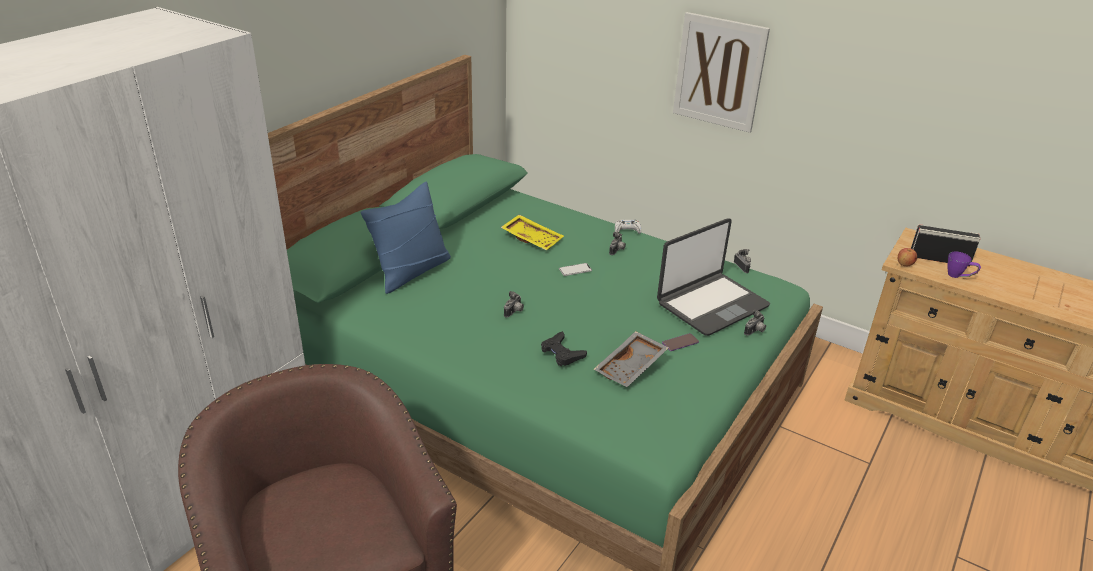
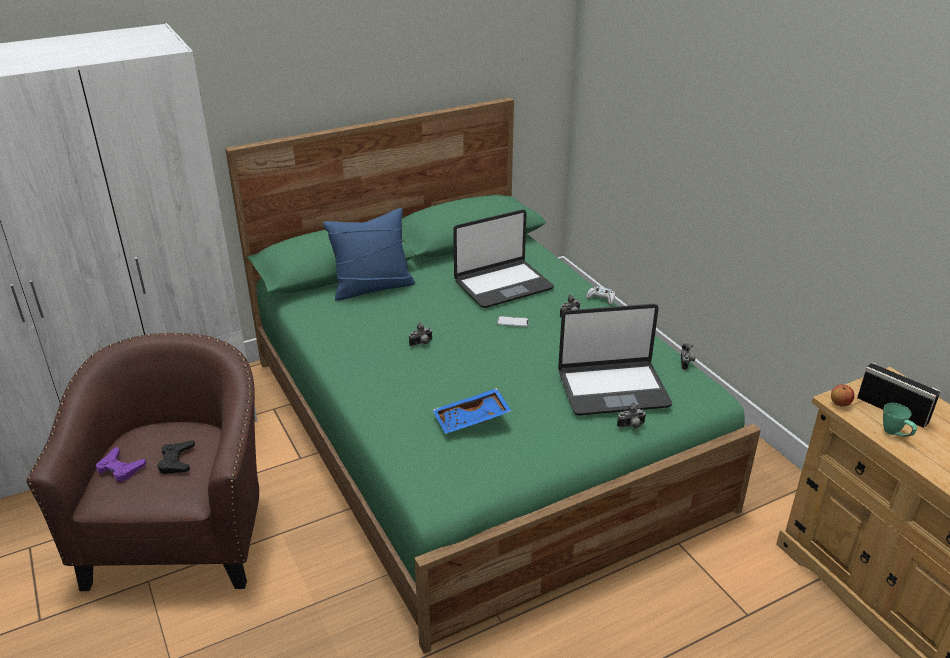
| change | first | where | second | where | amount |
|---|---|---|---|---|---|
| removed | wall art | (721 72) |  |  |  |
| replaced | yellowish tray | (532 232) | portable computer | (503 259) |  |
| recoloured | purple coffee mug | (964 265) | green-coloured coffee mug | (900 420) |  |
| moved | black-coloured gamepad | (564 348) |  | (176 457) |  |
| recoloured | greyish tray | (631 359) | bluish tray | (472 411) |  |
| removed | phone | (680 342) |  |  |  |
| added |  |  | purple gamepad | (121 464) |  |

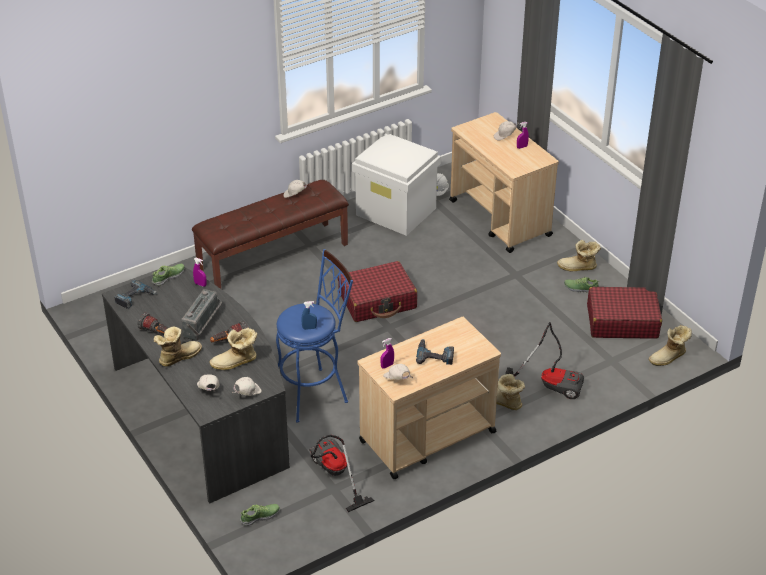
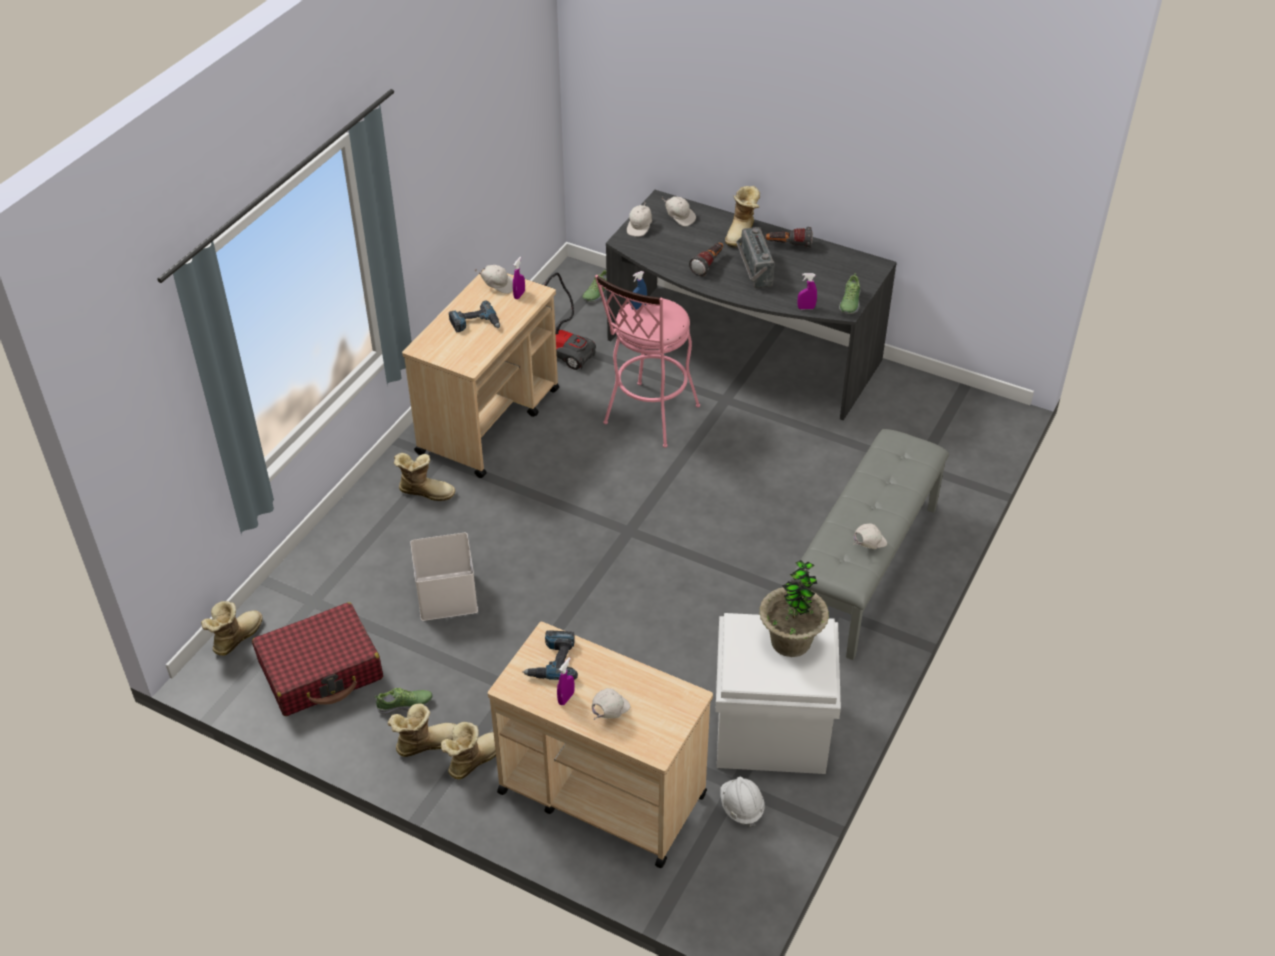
| change | first | where | second | where | amount |
|---|---|---|---|---|---|
| recoloured | brownish long seat | (270 234) | greyish long seat | (870 544) |  |
| recoloured | bluish sitting stool | (314 336) | pink-coloured sitting stool | (647 361) |  |
| removed | red piece of luggage | (377 291) |  |  |  |
| moved | power drill | (136 294) |  | (550 655) |  |
| removed | vacuum | (544 360) |  |  |  |
| moved | boot | (233 349) |  | (468 750) |  |
| added |  |  | white-coloured storage container | (444 577) |  |
| added |  |  | houseplant | (794 608) |  |

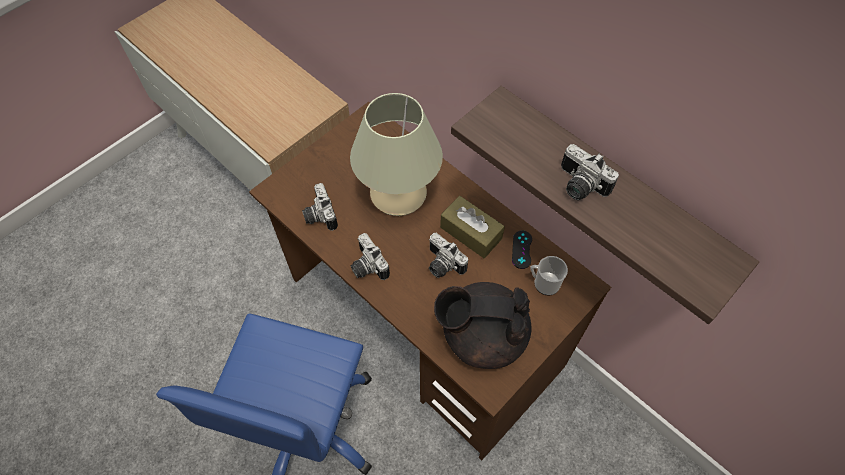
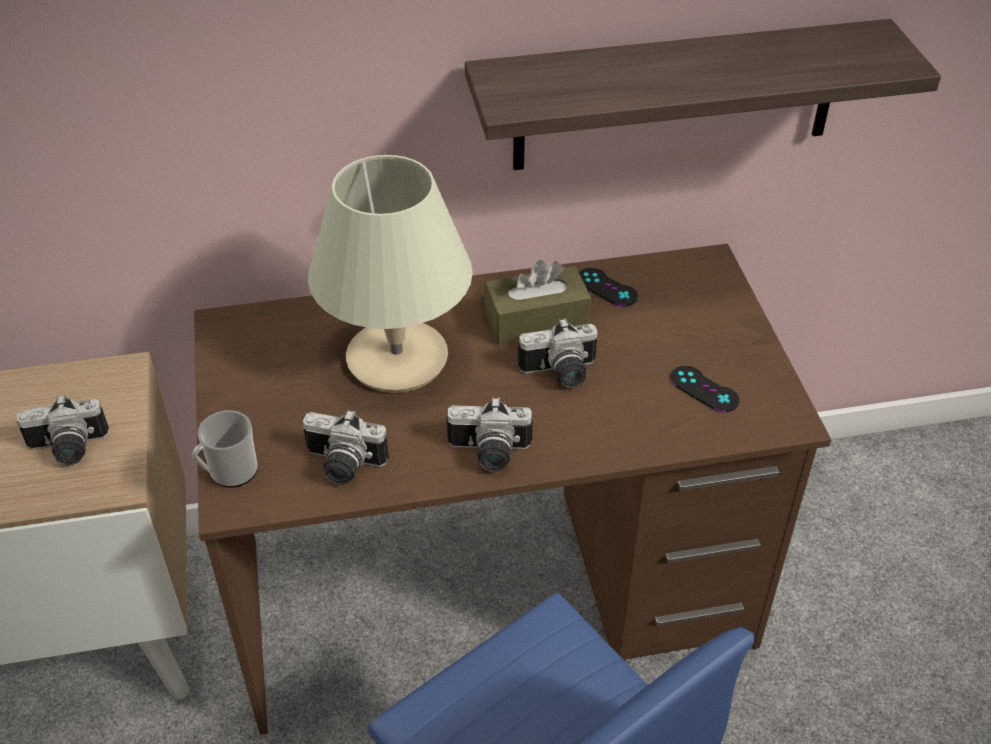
| change | first | where | second | where | amount |
|---|---|---|---|---|---|
| moved | photo camera | (590 172) |  | (63 429) |  |
| moved | coffee mug | (549 275) |  | (225 449) |  |
| replaced | black-coloured pot for tea | (483 325) | black-coloured gamepad | (704 389) |  |

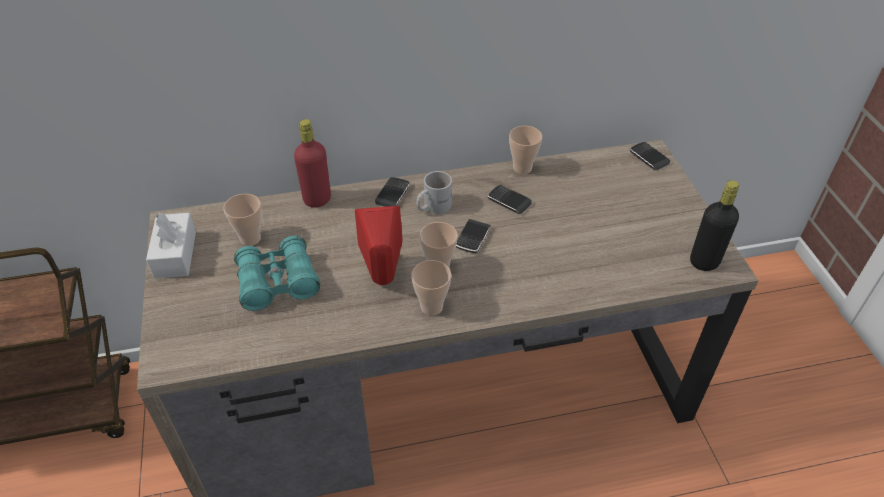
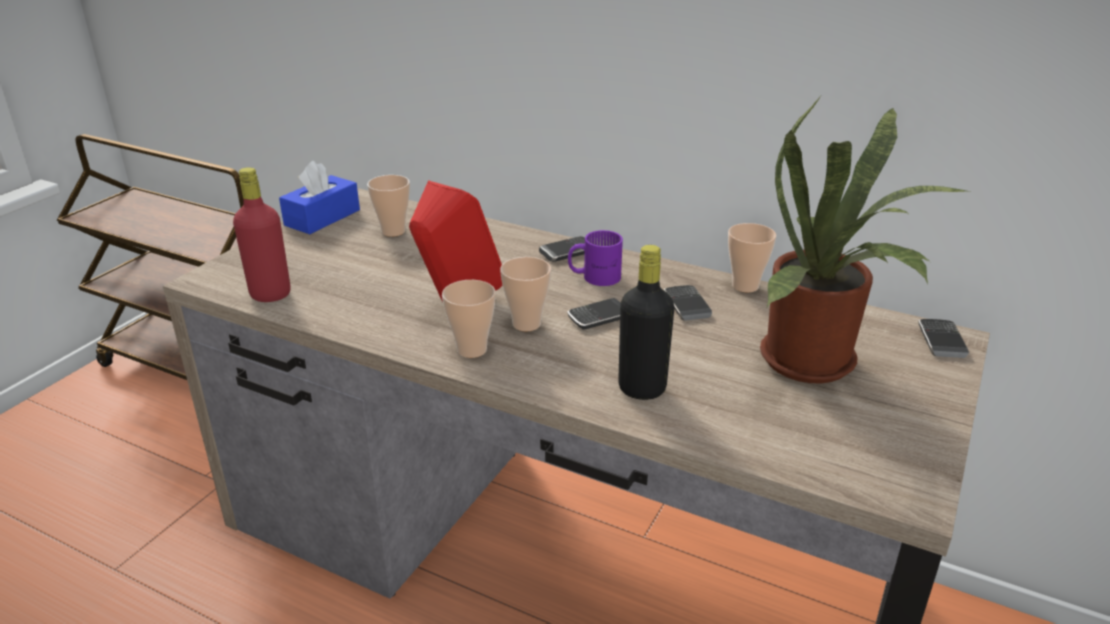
| change | first | where | second | where | amount |
|---|---|---|---|---|---|
| moved | red beverage bottle | (312 163) |  | (262 234) |  |
| recoloured | white-coloured coffee mug | (434 192) | purple coffee mug | (595 258) |  |
| moved | black-coloured beverage bottle | (714 225) |  | (646 322) |  |
| recoloured | white-coloured tissue holder | (171 245) | bluish tissue holder | (319 197) |  |
| removed | turquoise pair of binoculars | (277 273) |  |  |  |
| added |  |  | houseplant | (865 240) |  |

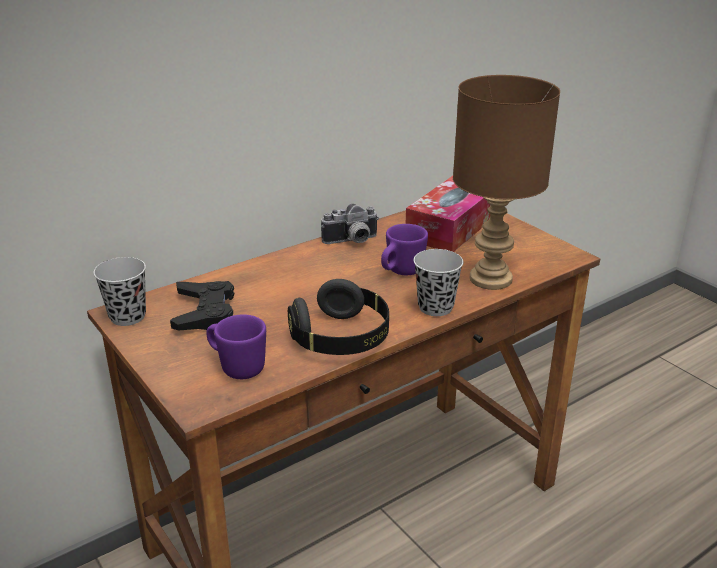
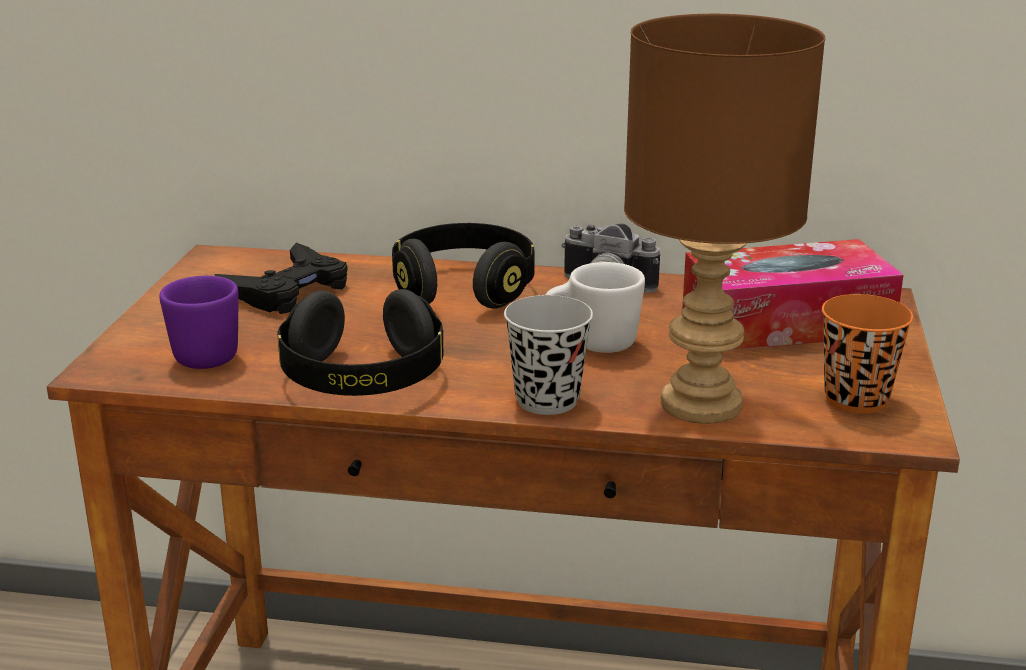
| change | first | where | second | where | amount |
|---|---|---|---|---|---|
| recoloured | purple coffee mug | (404 249) | white-coloured coffee mug | (595 307) |  |
| removed | black-coloured cup | (119 291) |  |  |  |
| added |  |  | black-coloured pair of headphones | (463 266) |  |
| added |  |  | orange cup | (867 354) |  |

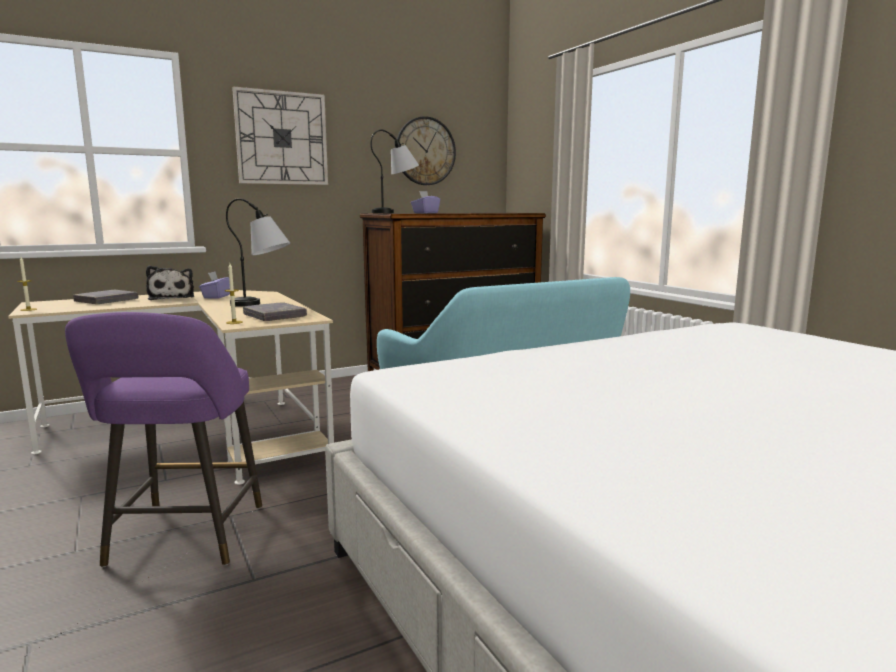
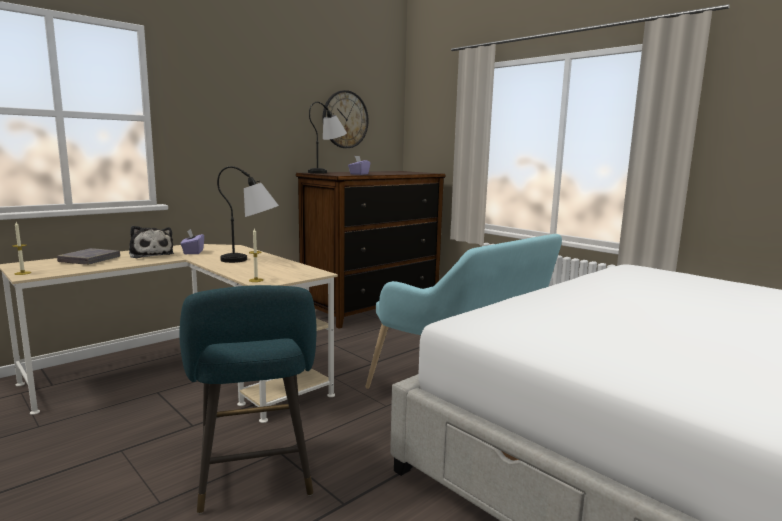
| change | first | where | second | where | amount |
|---|---|---|---|---|---|
| removed | wall clock | (280 135) |  |  |  |
| removed | greyish volume | (275 311) |  |  |  |
| recoloured | purple sitting stool | (163 439) | turquoise sitting stool | (248 399) |  |

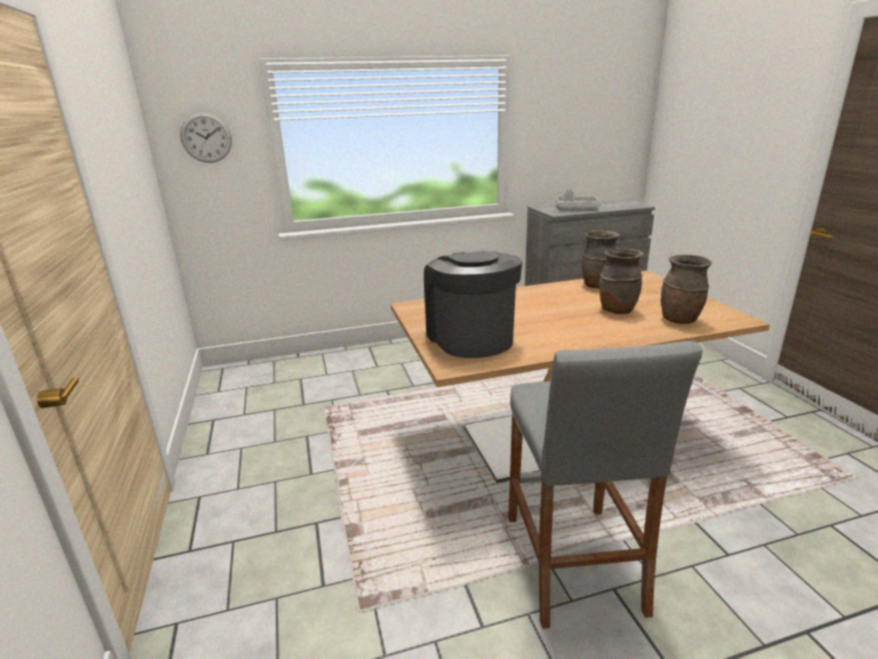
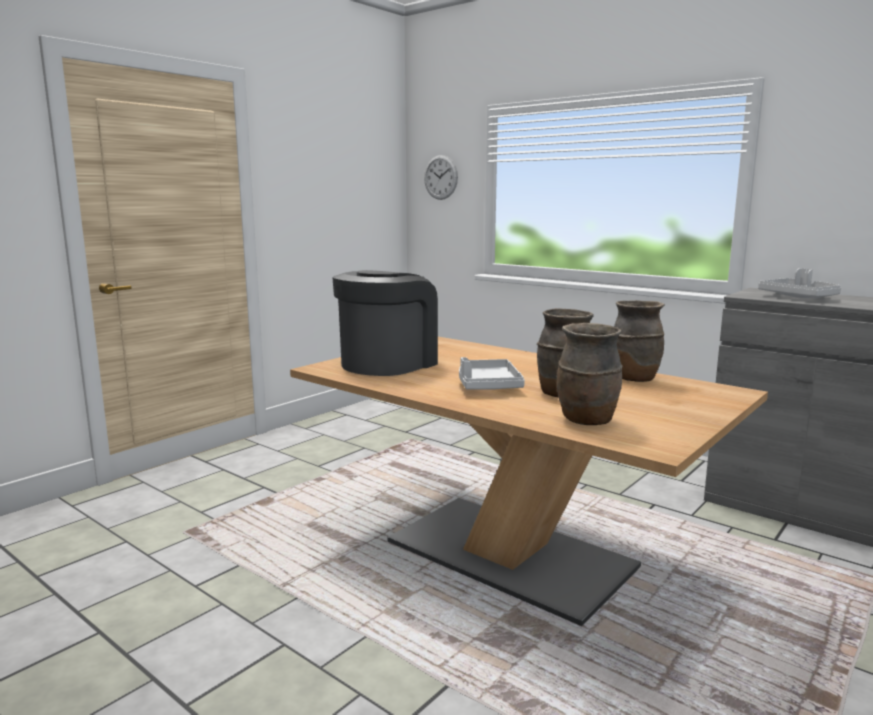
| change | first | where | second | where | amount |
|---|---|---|---|---|---|
| removed | greyish sitting stool | (605 485) |  |  |  |
| added |  |  | greyish tray | (492 373) |  |

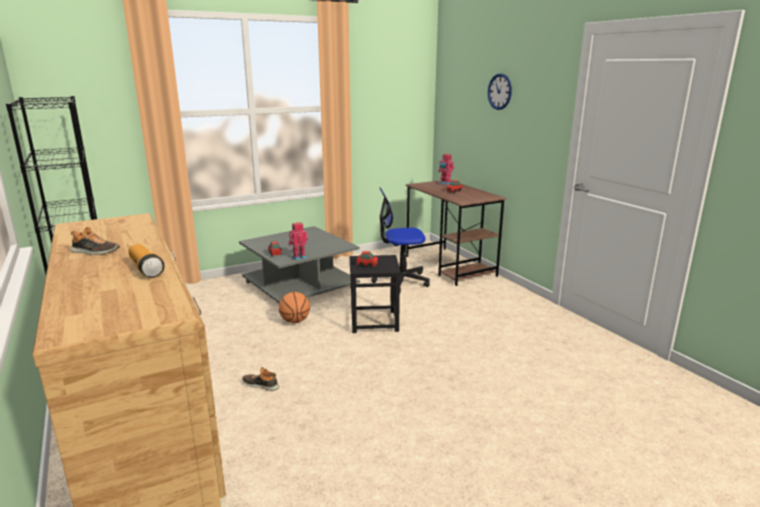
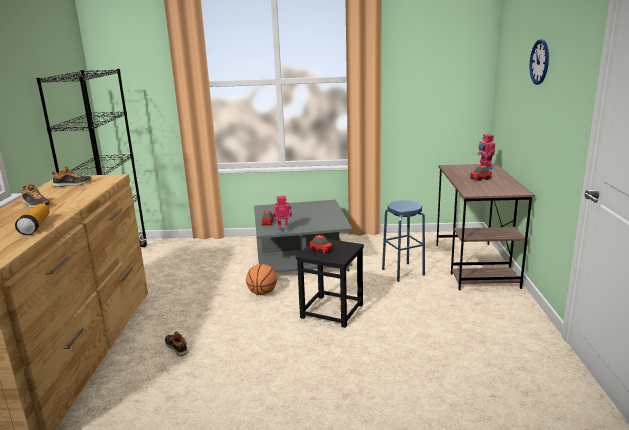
| change | first | where | second | where | amount |
|---|---|---|---|---|---|
| replaced | desk chair | (400 239) | bluish sitting stool | (403 241) |  |
| added |  |  | low shoe | (72 176) |  |

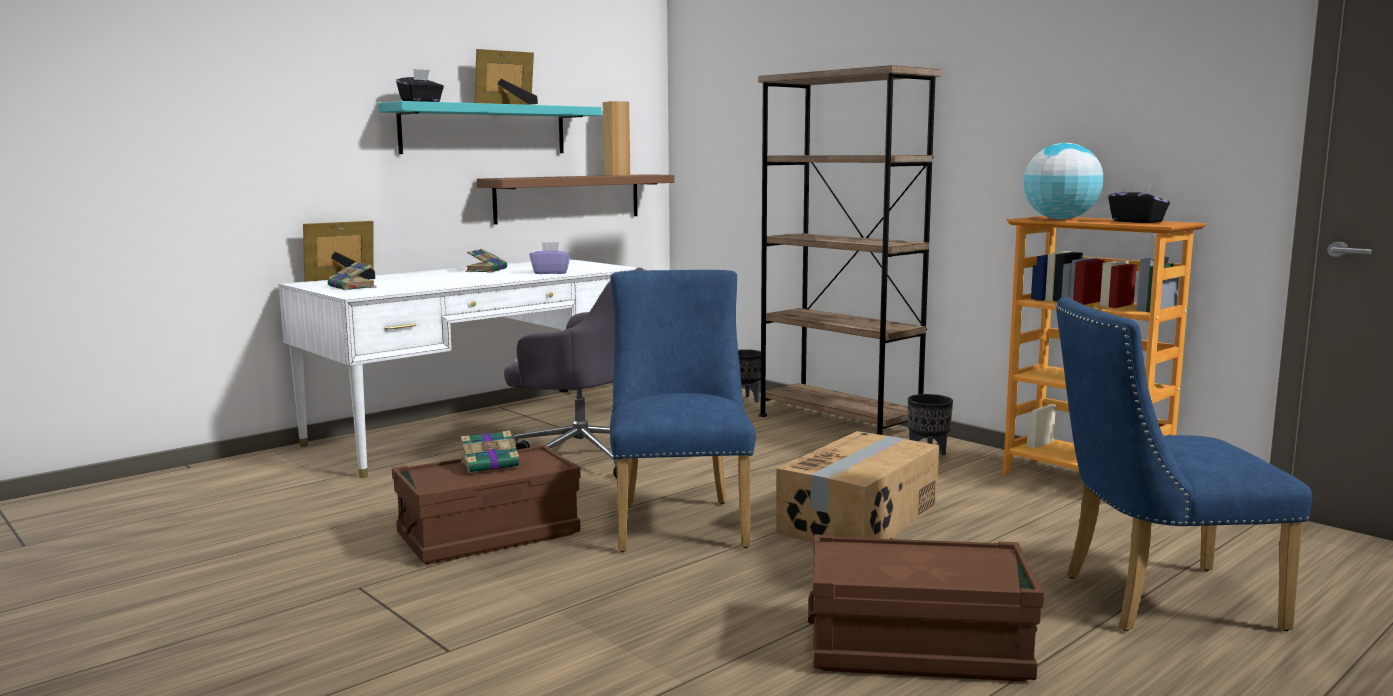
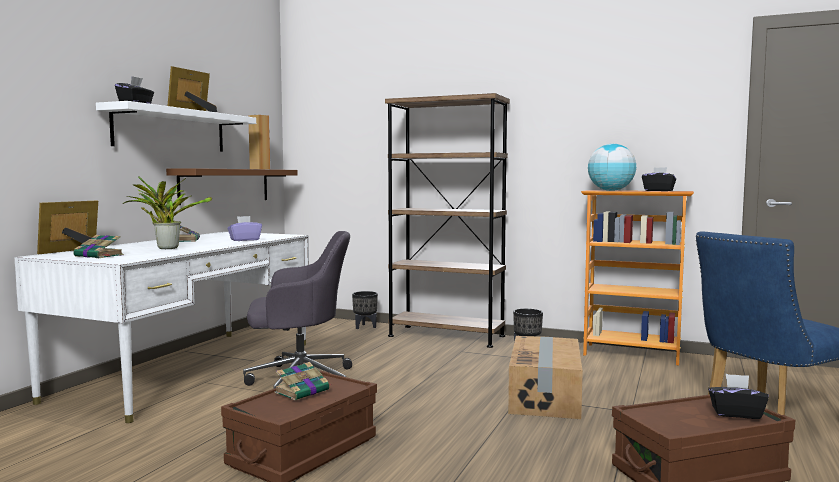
| change | first | where | second | where | amount |
|---|---|---|---|---|---|
| recoloured | turquoise bracket shelf | (490 127) | white-coloured bracket shelf | (176 126) |  |
| removed | bluish chair | (682 411) |  |  |  |
| added |  |  | houseplant | (167 213) |  |
| added |  |  | black-coloured tissue holder | (738 396) |  |

